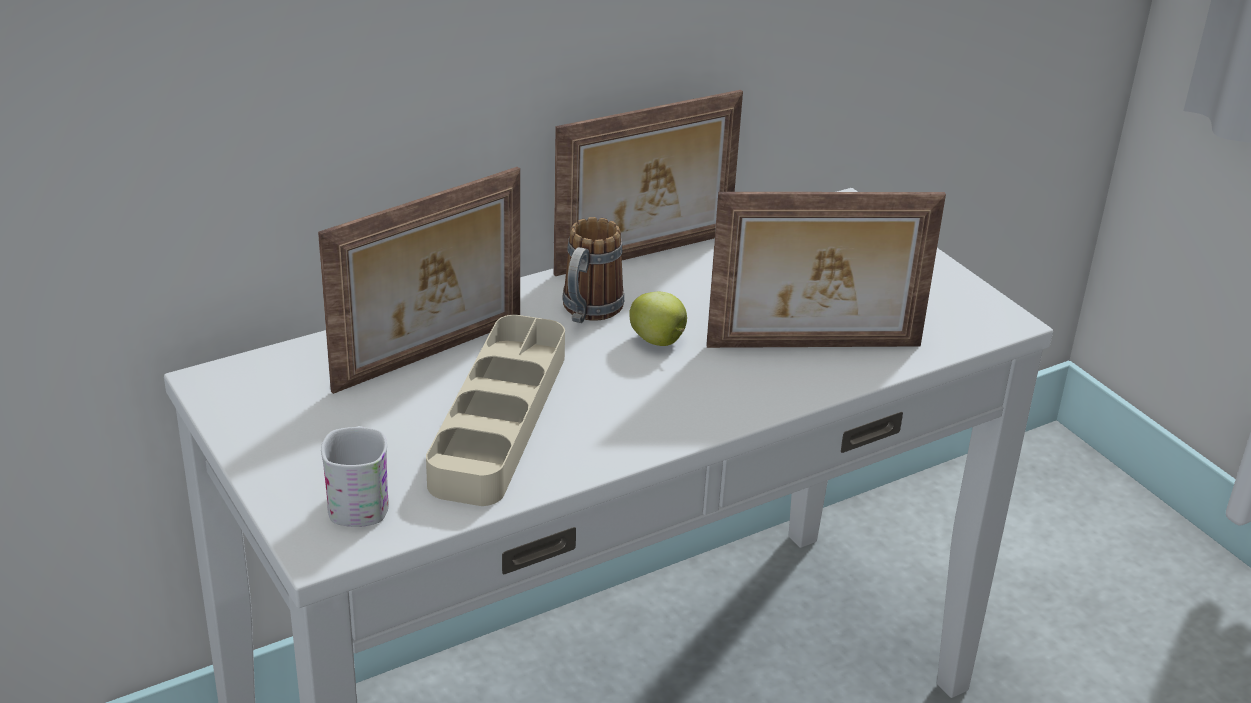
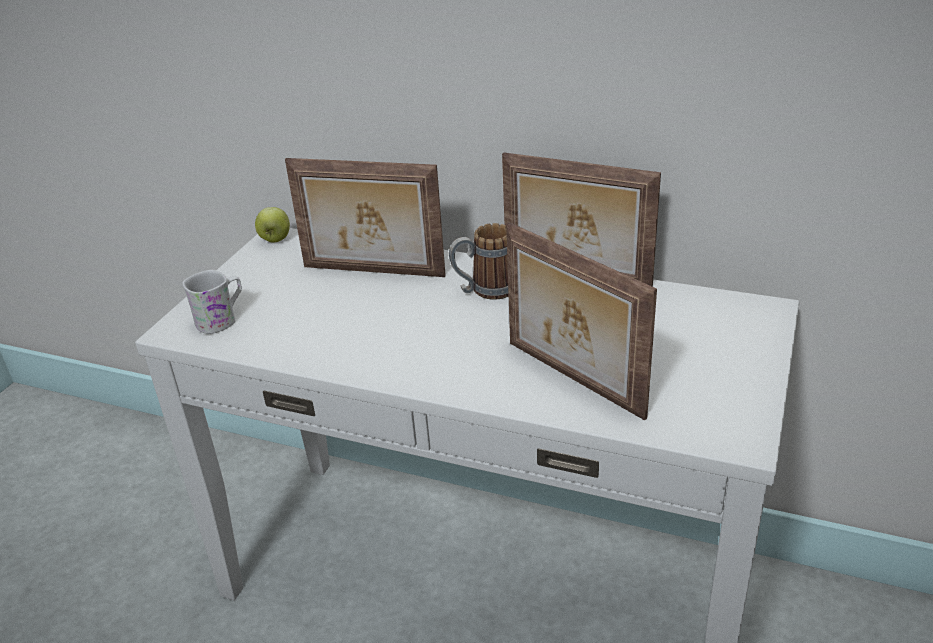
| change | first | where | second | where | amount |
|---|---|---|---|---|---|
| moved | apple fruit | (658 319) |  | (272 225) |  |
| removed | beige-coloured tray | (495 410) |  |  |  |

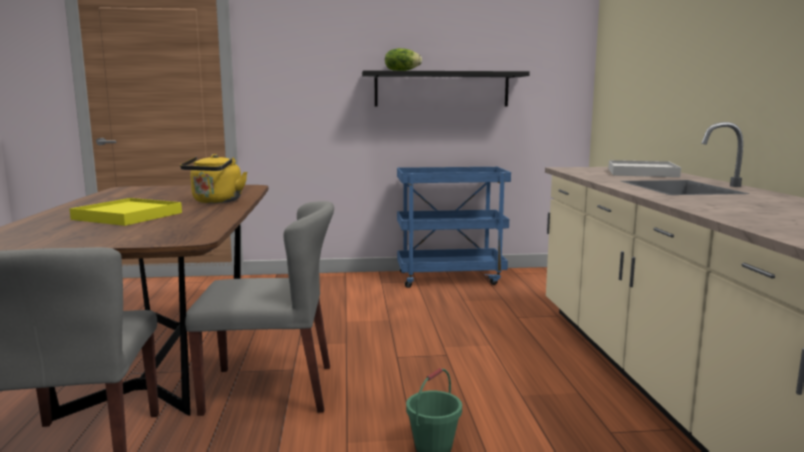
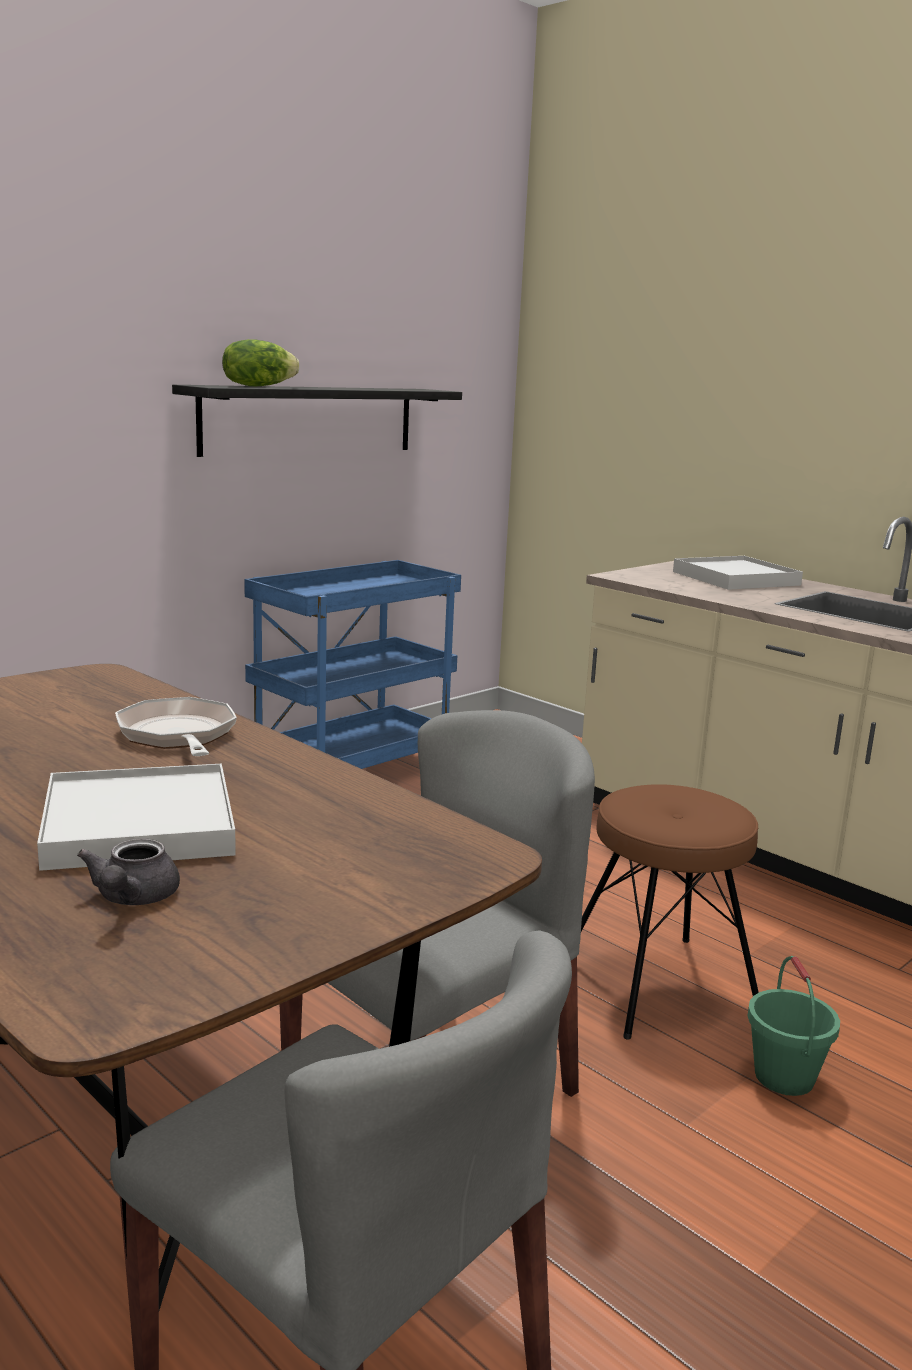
| change | first | where | second | where | amount |
|---|---|---|---|---|---|
| replaced | yellowish tea kettle | (213 178) | pan | (176 726) |  |
| recoloured | yellowish tray | (125 212) | white-coloured tray | (136 817) |  |
| added |  |  | brownish sitting stool | (670 912) |  |
| added |  |  | greyish pot for tea | (128 872) |  |

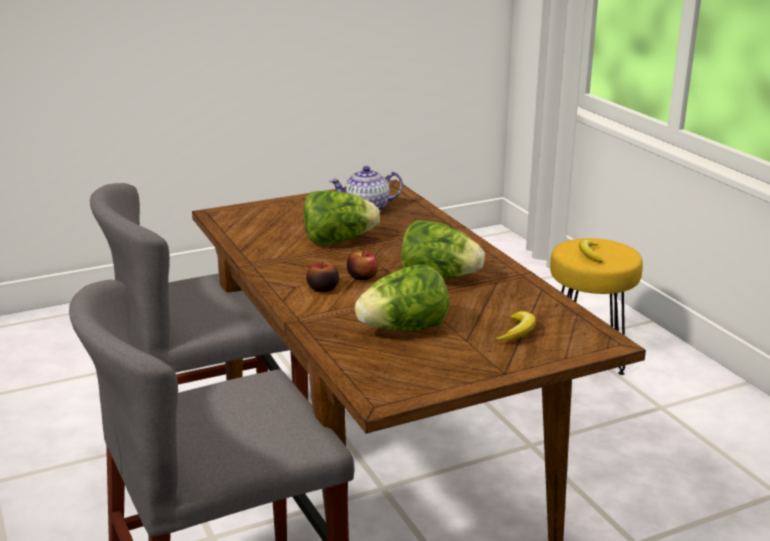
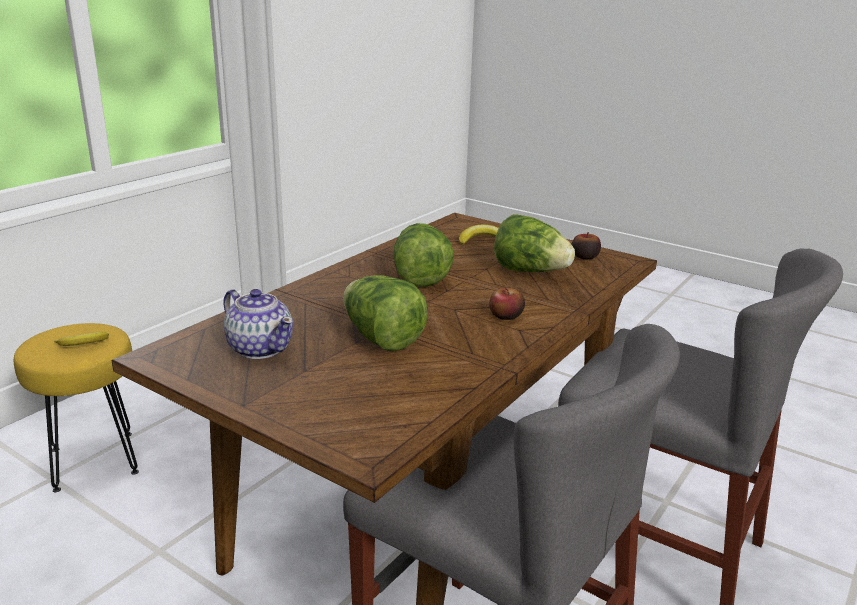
| change | first | where | second | where | amount |
|---|---|---|---|---|---|
| moved | apple fruit | (362 265) |  | (586 245) |  |

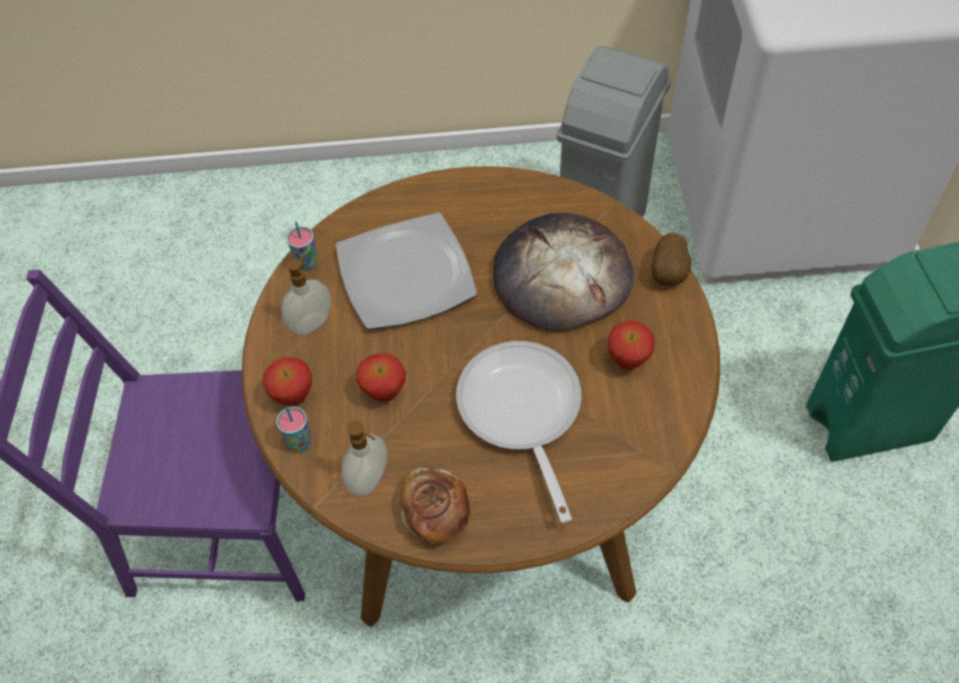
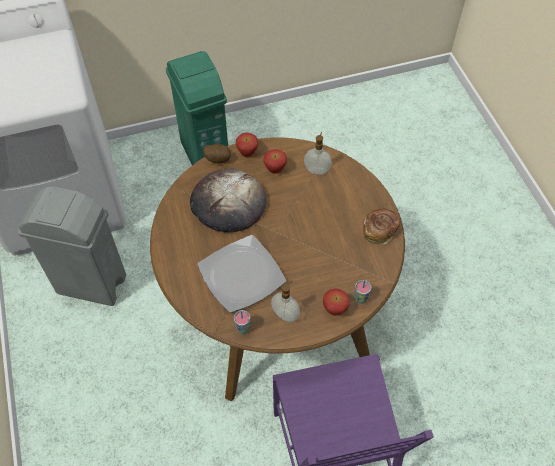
| change | first | where | second | where | amount |
|---|---|---|---|---|---|
| removed | pan | (518 432) |  |  |  |
| moved | apple fruit | (381 377) |  | (247 145) |  |
| moved | soap dispenser | (364 458) |  | (318 153) |  |

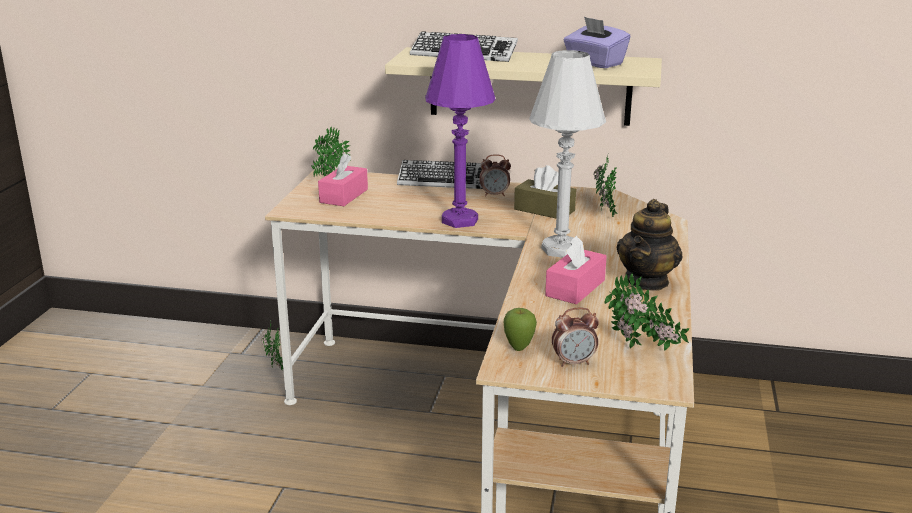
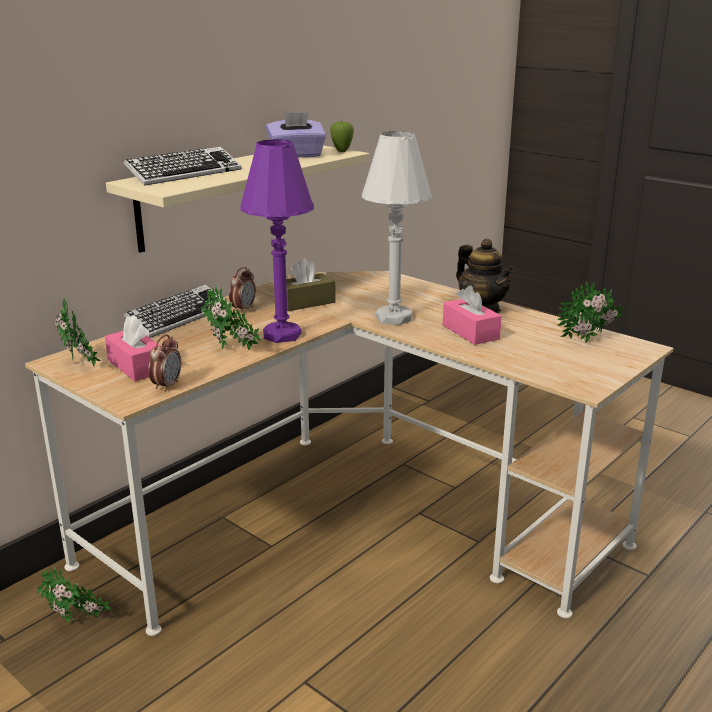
| change | first | where | second | where | amount |
|---|---|---|---|---|---|
| moved | houseplant | (605 186) |  | (231 318) |  |
| moved | alarm clock | (575 337) |  | (164 363) |  |
| moved | apple fruit | (520 329) |  | (342 137) |  |

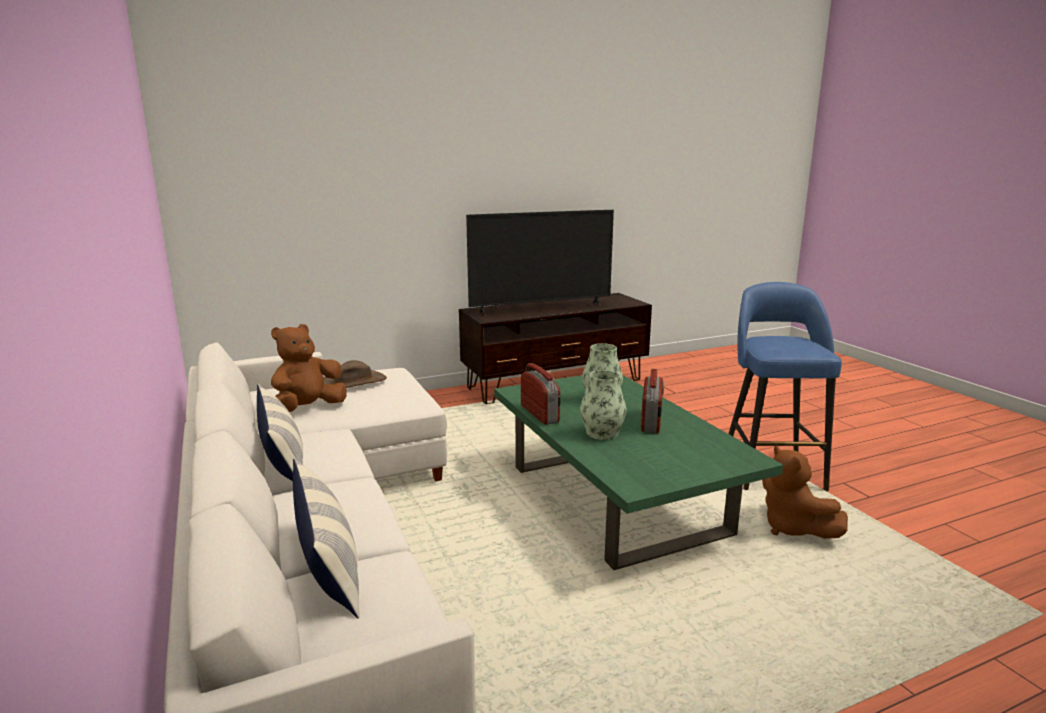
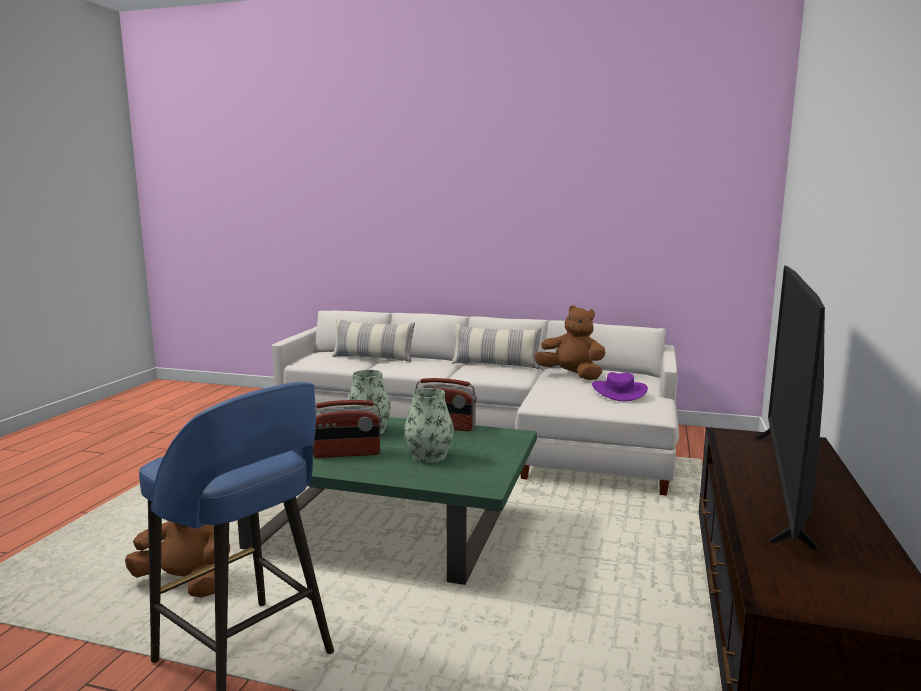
| change | first | where | second | where | amount |
|---|---|---|---|---|---|
| turned | brownish soft toy | (308 368) |  | (570 342) | 45 degrees counterclockwise |
| recoloured | brownish clothing hat | (355 374) | purple clothing hat | (620 386) |  |
| turned | radio set | (652 401) |  | (347 429) | 60 degrees counterclockwise |

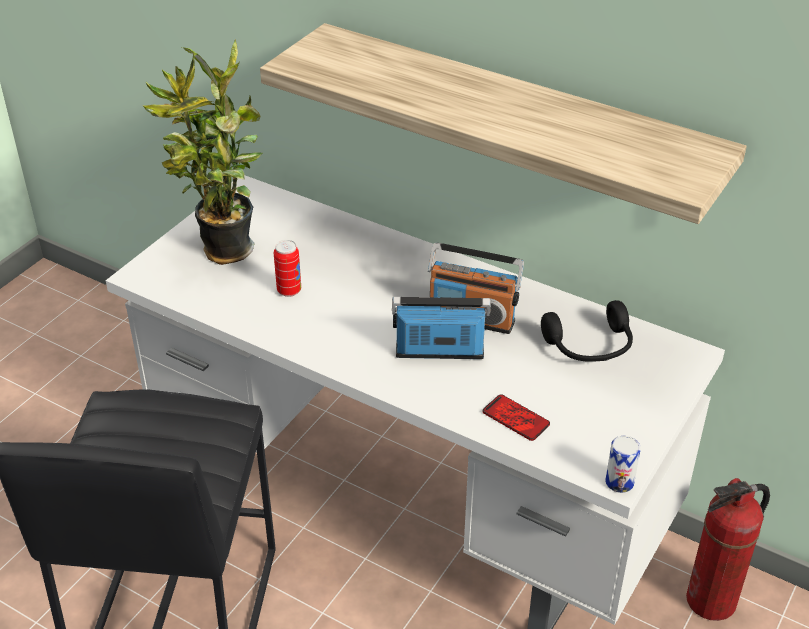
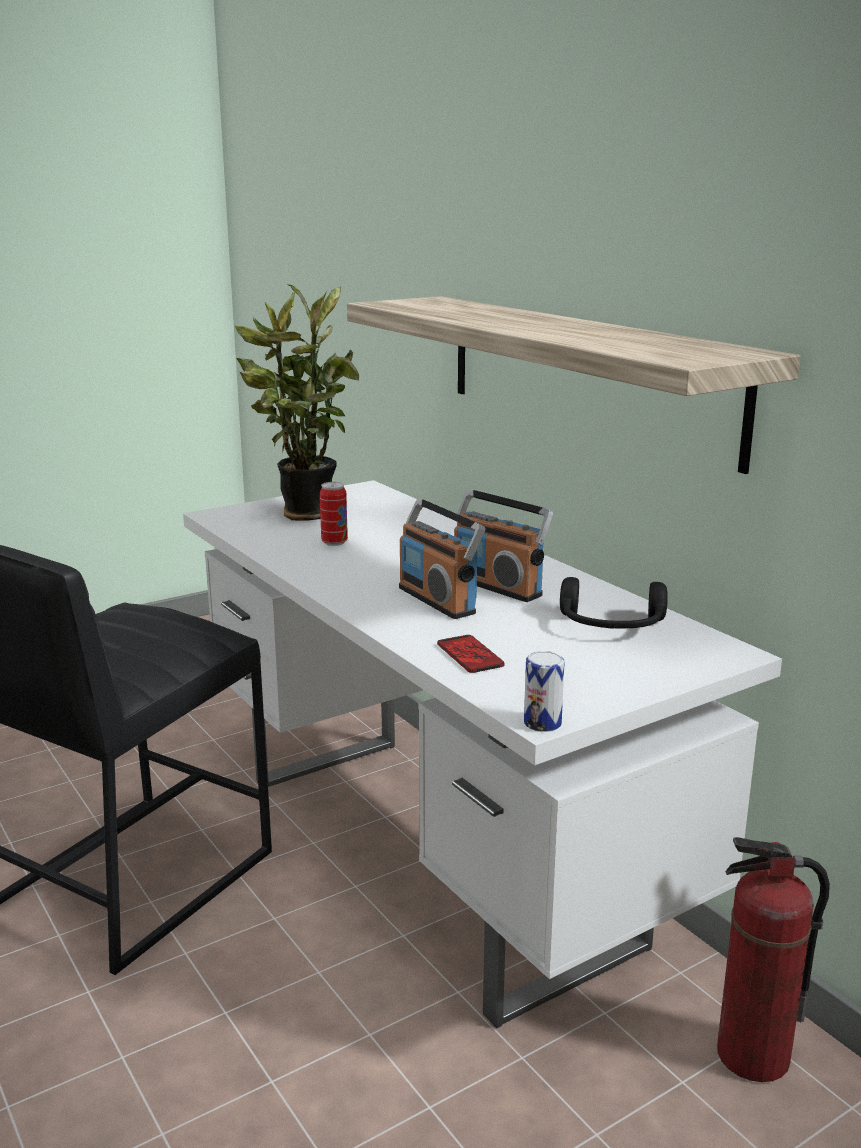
| change | first | where | second | where | amount |
|---|---|---|---|---|---|
| turned | radio set | (441 328) |  | (442 558) | 150 degrees counterclockwise |

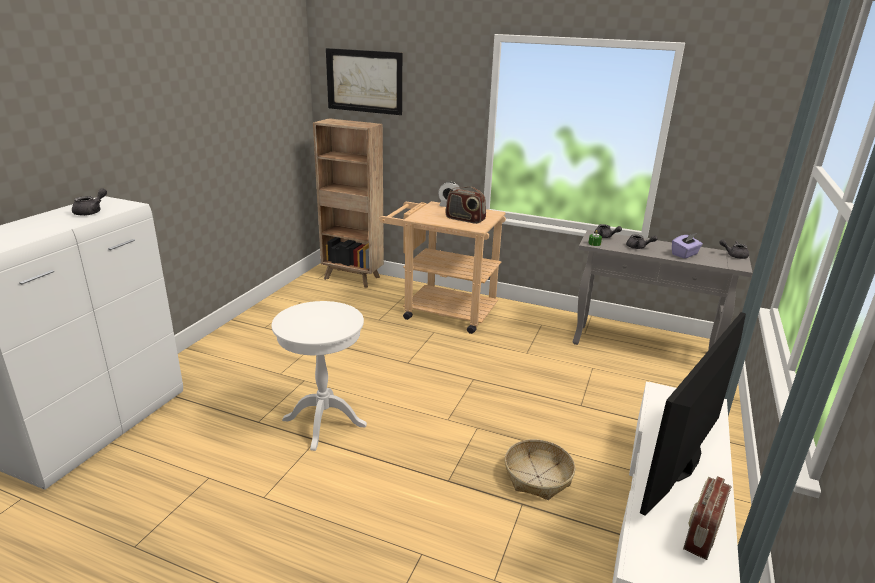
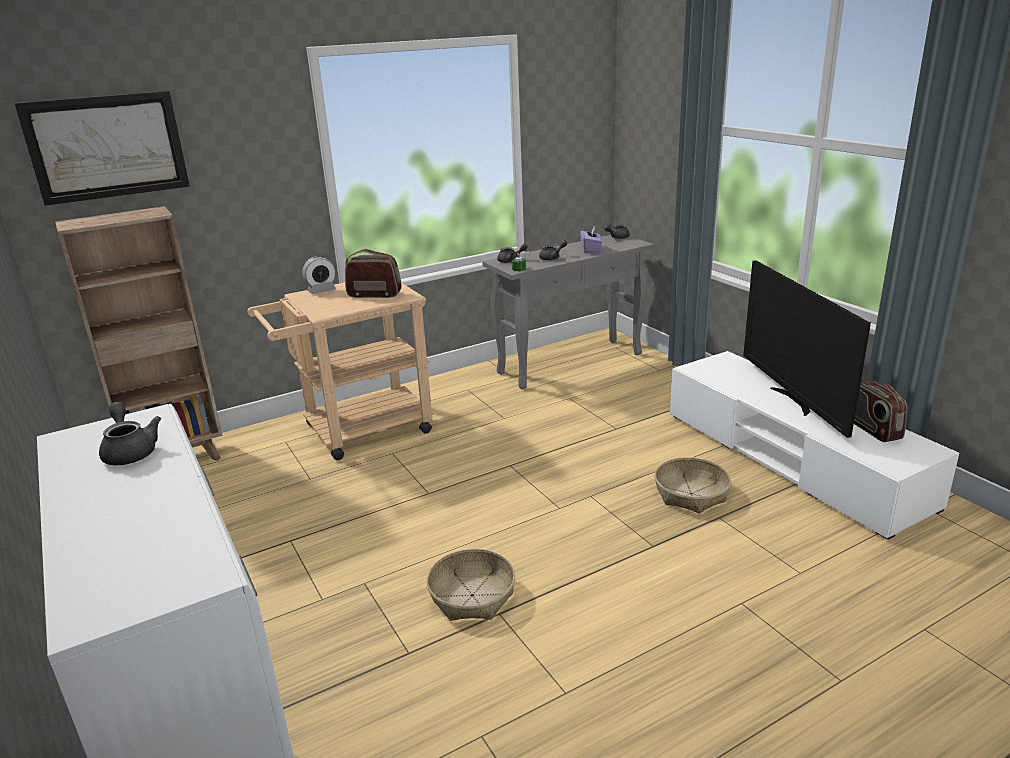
| change | first | where | second | where | amount |
|---|---|---|---|---|---|
| turned | radio set | (466 205) |  | (373 273) | 150 degrees counterclockwise |
| replaced | white-coloured end table | (319 376) | storage basket | (471 585) |  |

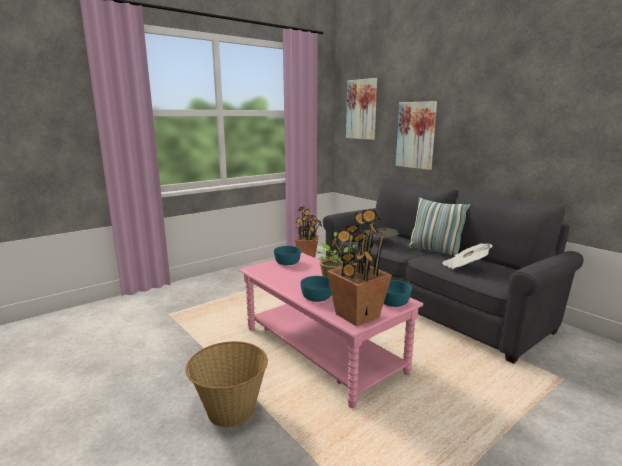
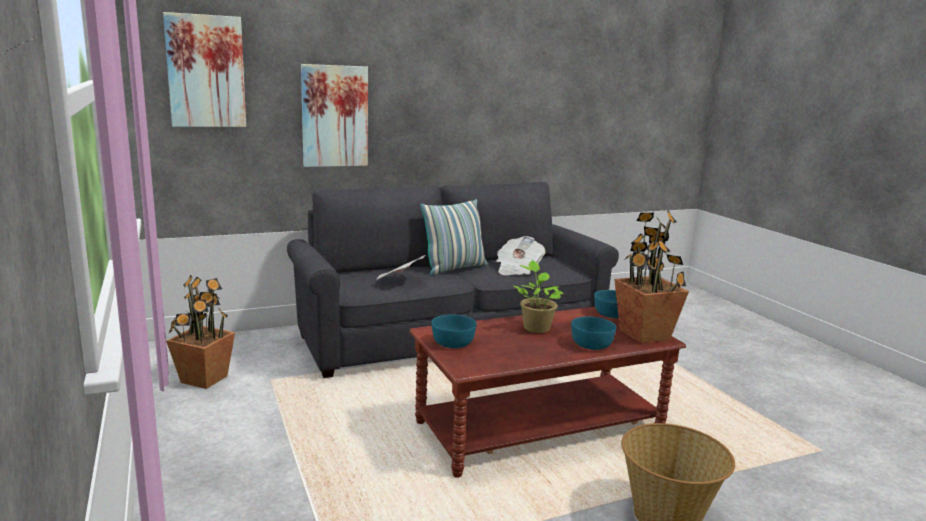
| change | first | where | second | where | amount |
|---|---|---|---|---|---|
| recoloured | pink-coloured low table | (331 330) | brownish low table | (547 392) |  |

